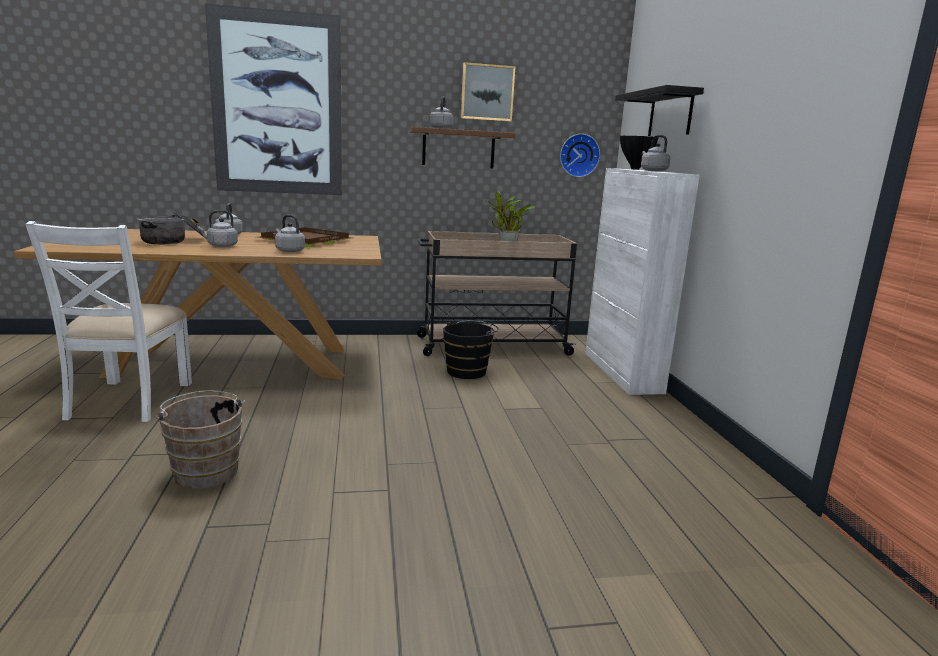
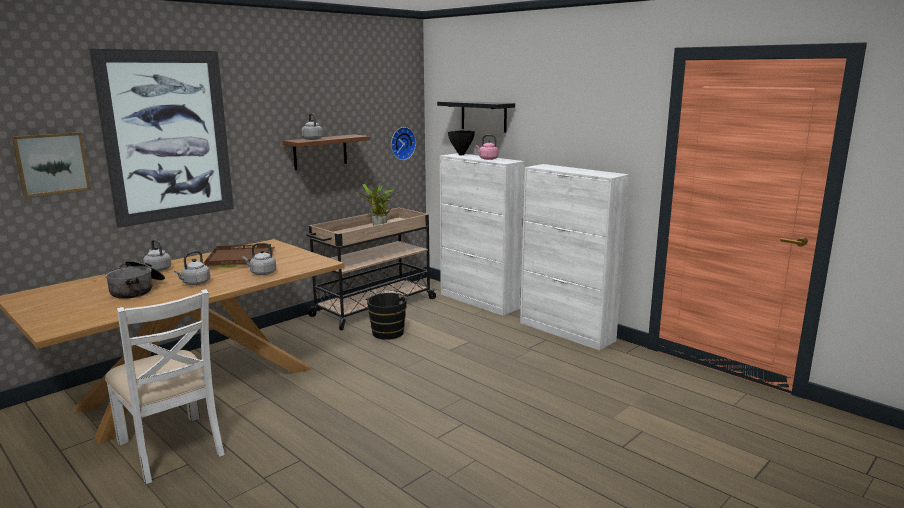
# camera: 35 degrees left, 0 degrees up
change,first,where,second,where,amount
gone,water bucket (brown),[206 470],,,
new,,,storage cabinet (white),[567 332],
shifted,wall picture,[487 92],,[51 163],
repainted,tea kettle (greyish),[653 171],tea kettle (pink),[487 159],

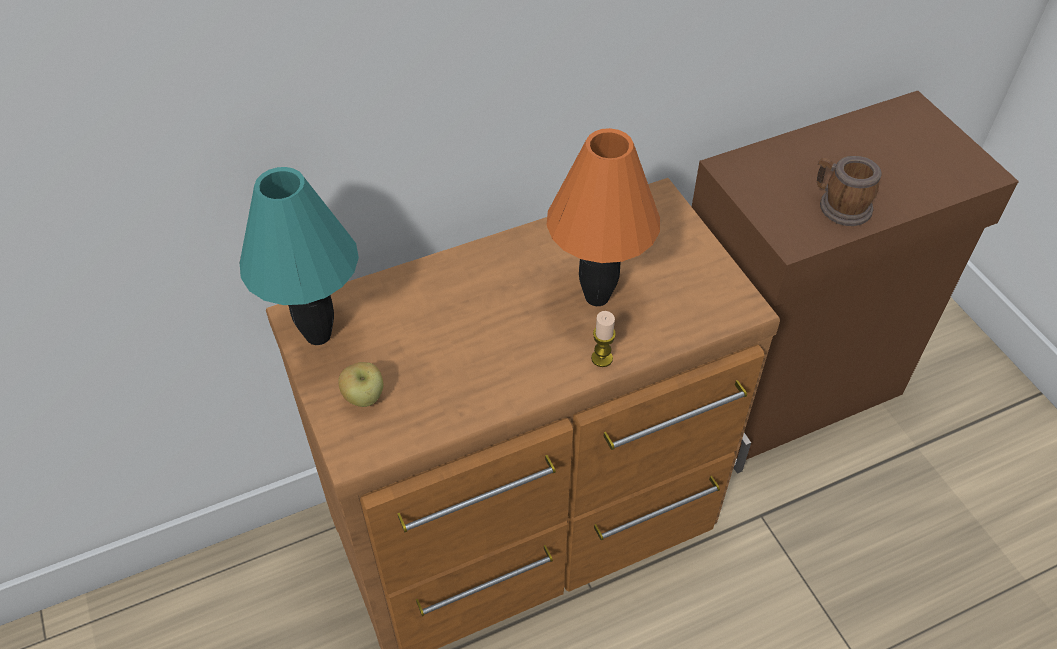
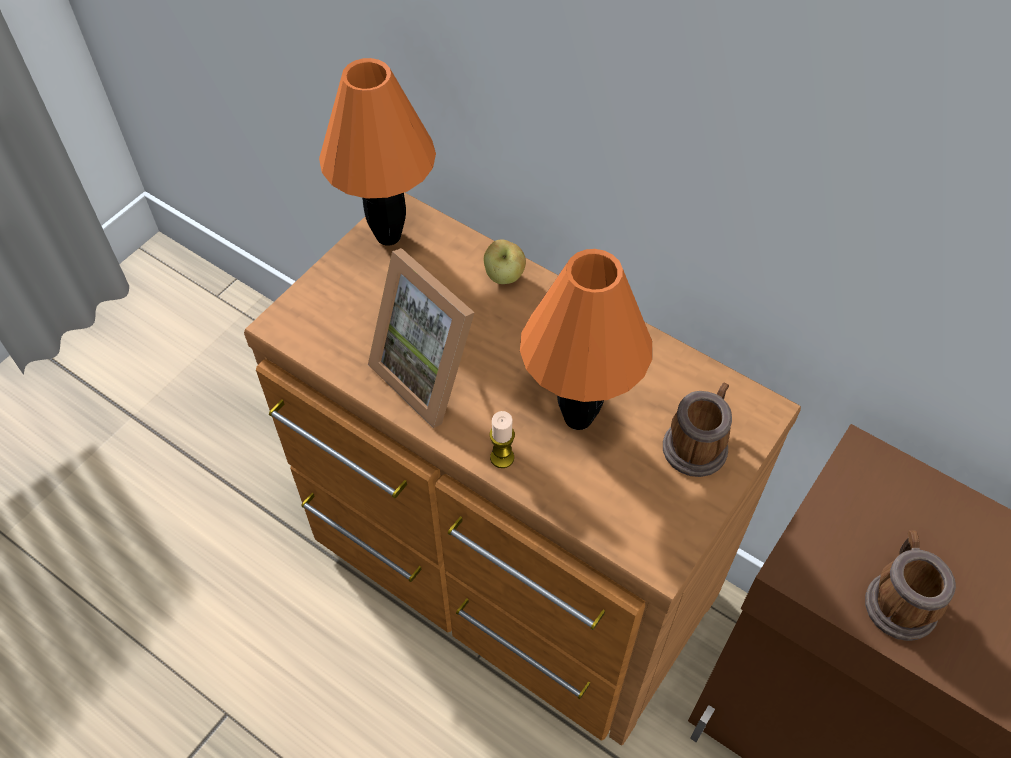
# camera: 60 degrees right, 5 degrees up
change,first,where,second,where,amount
new,,,standing frame,[433 373],
new,,,coffee mug,[698 443],
shifted,apple fruit,[364 398],,[504 277],
repainted,lamp for a table (turquoise-coloured),[317 336],lamp for a table (orange-coloured),[387 236],

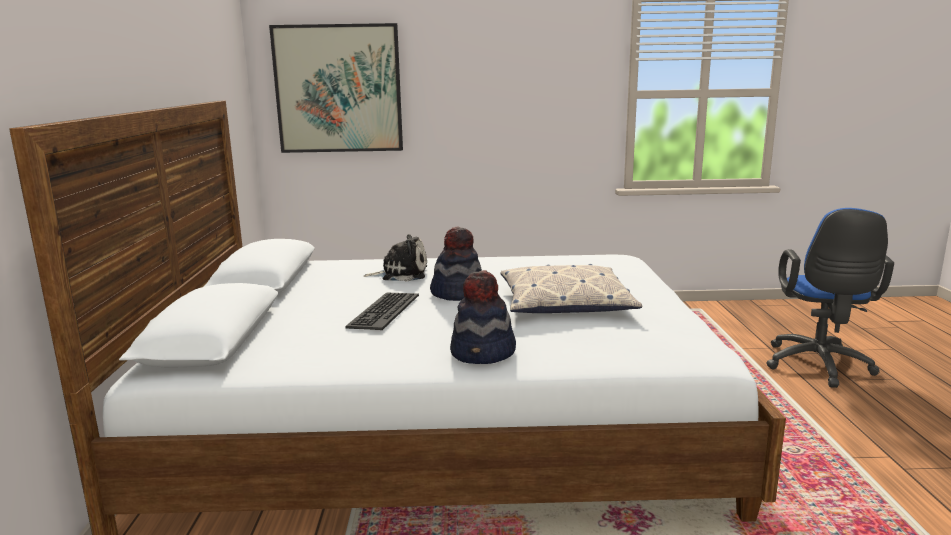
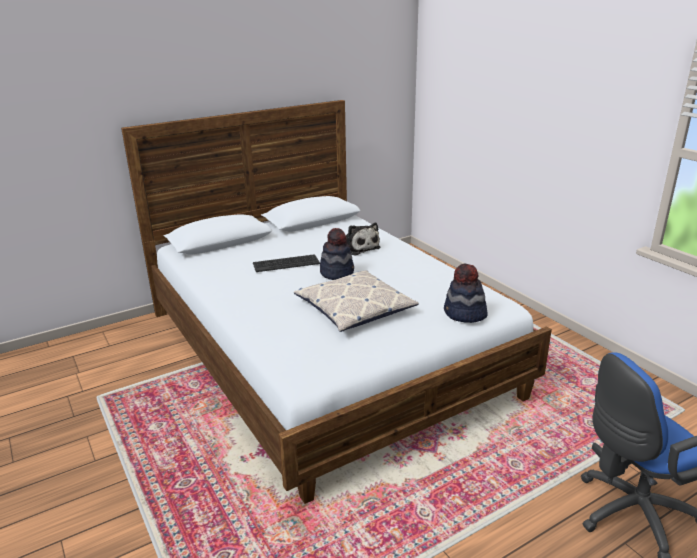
# camera: 60 degrees right, 10 degrees up
change,first,where,second,where,amount
gone,wall picture,[338 89],,,
shifted,hat,[483 353],,[464 314],

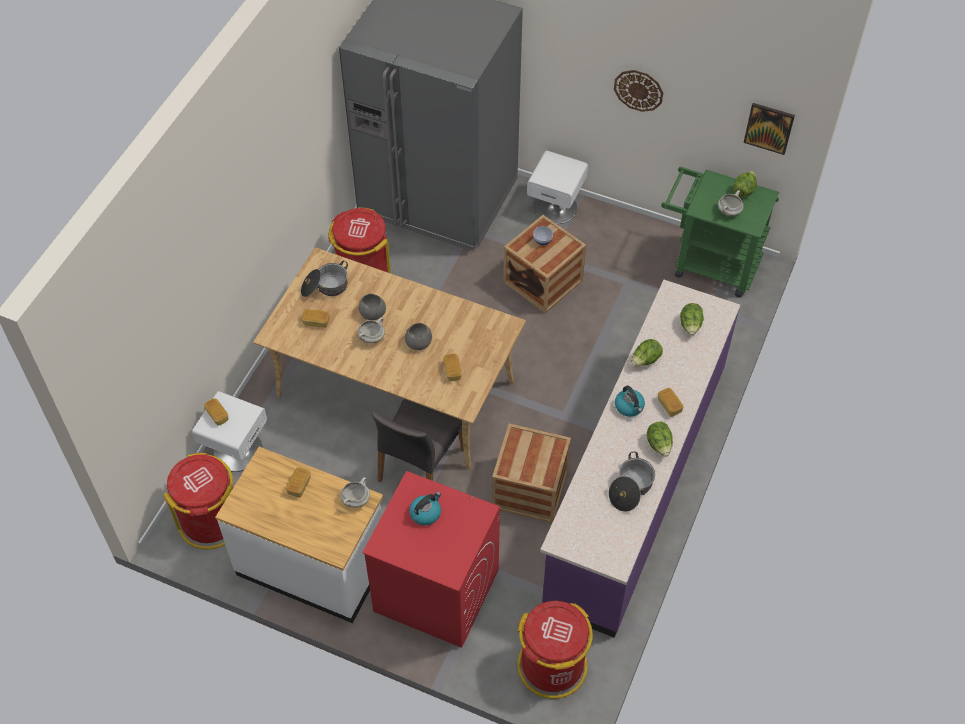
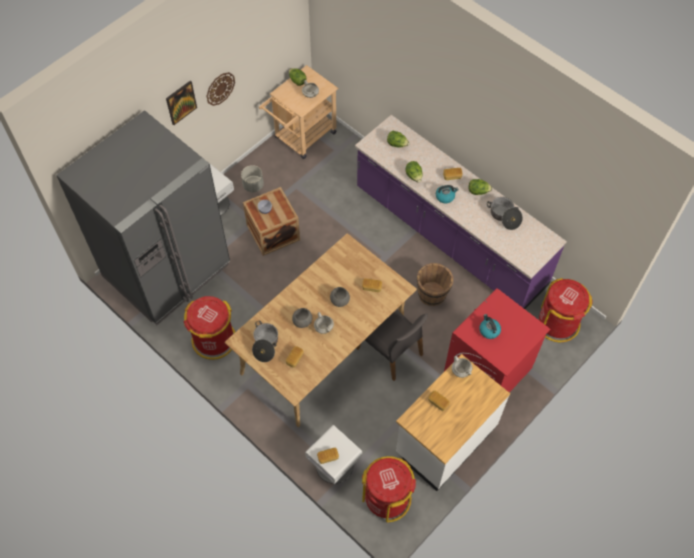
# camera: 70 degrees left, 5 degrees up
change,first,where,second,where,amount
new,,,plant pot (greyish),[253 185],
shifted,wall picture,[769 128],,[181 102],
swapped,crate,[530 489],water bucket (brown),[432 294],
repainted,trolley (green),[709 263],trolley (sand-coloured),[301 138],

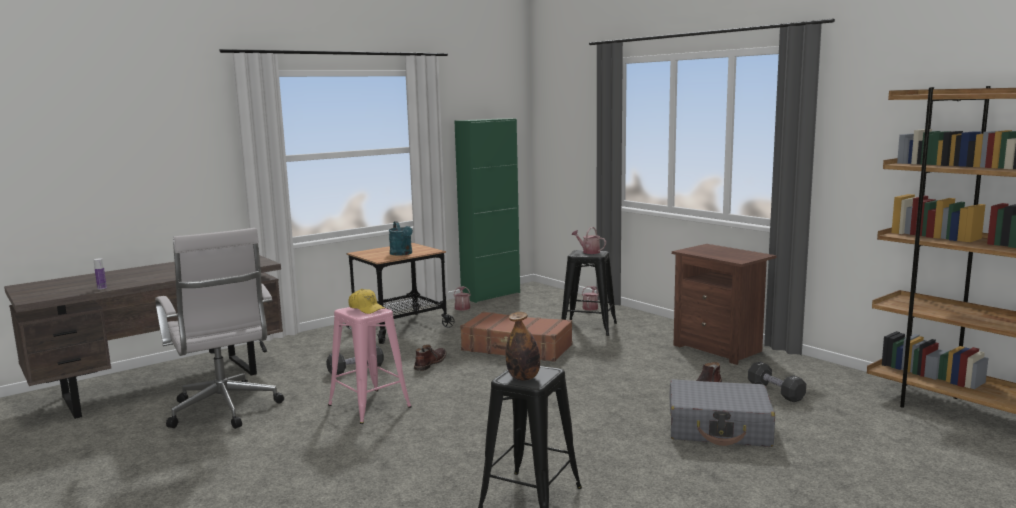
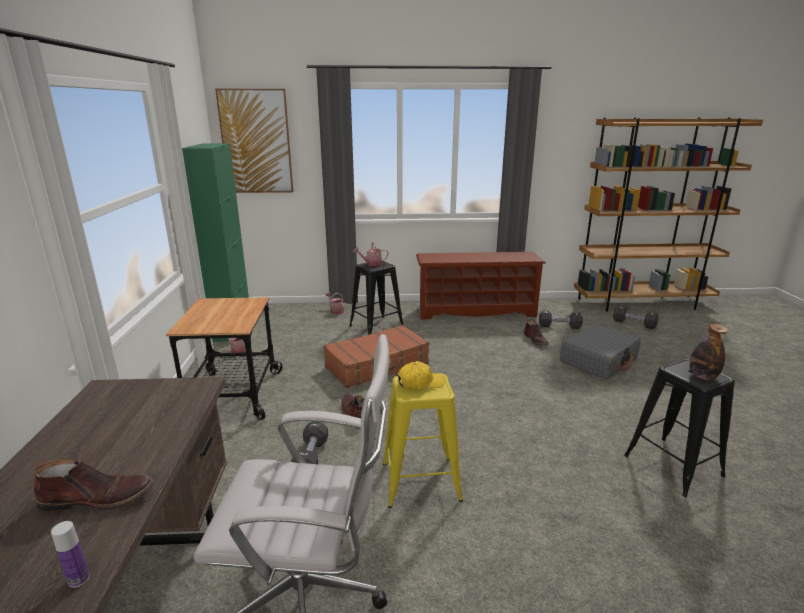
# camera: 55 degrees left, 10 degrees up
change,first,where,second,where,amount
gone,watering can (turquoise-coloured),[402 254],,,
new,,,high-top boot (brown),[99 498],
new,,,wall picture,[256 142],
new,,,dumbbell (black-coloured),[634 324],
swapped,night table (brown),[720 349],shoe shelf (brown),[476 311],
repainted,sitting stool (pink),[369 406],sitting stool (yellow),[420 481],

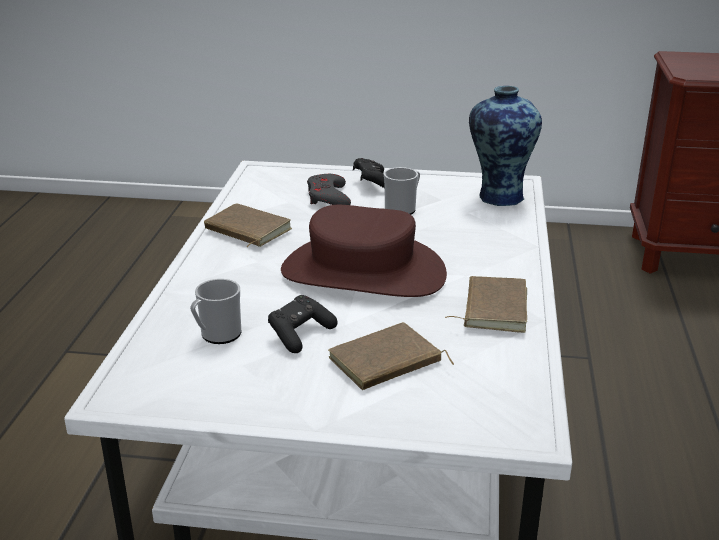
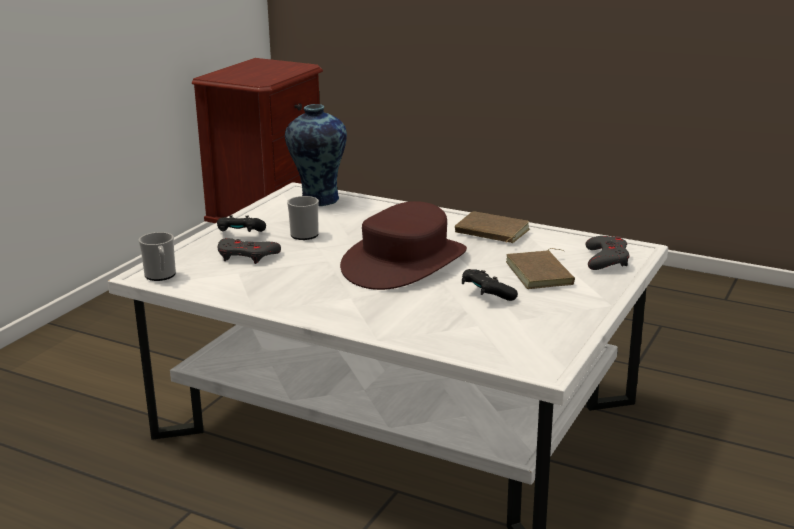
# camera: 70 degrees left, 5 degrees down
change,first,where,second,where,amount
gone,book (brown),[246 230],,,
new,,,gamepad (greyish),[606 259],
shifted,coffee mug,[217 335],,[161 276],

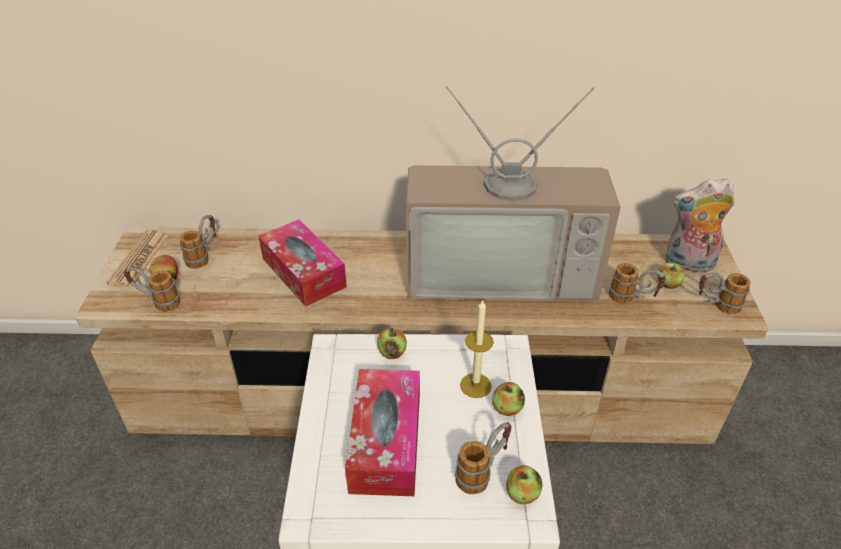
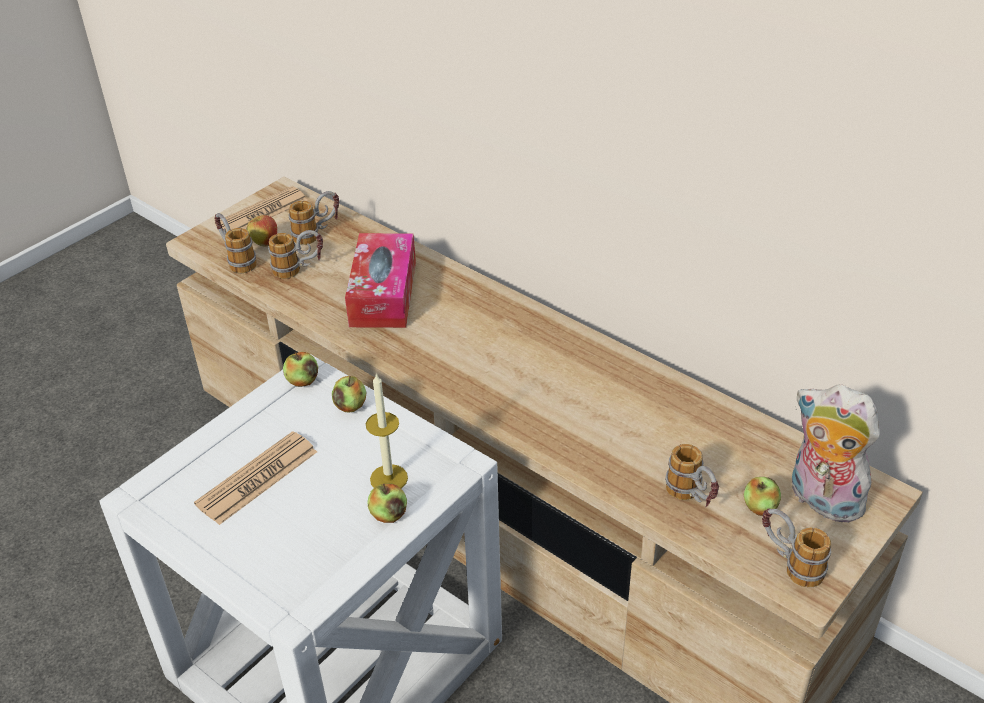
# camera: 40 degrees right, 0 degrees up
change,first,where,second,where,amount
gone,TV,[501 270],,,
shifted,coffee mug,[483 471],,[299 270],
shifted,apple fruit,[522 494],,[302 380],
swapped,box of tissues,[386 442],newspaper,[257 478],

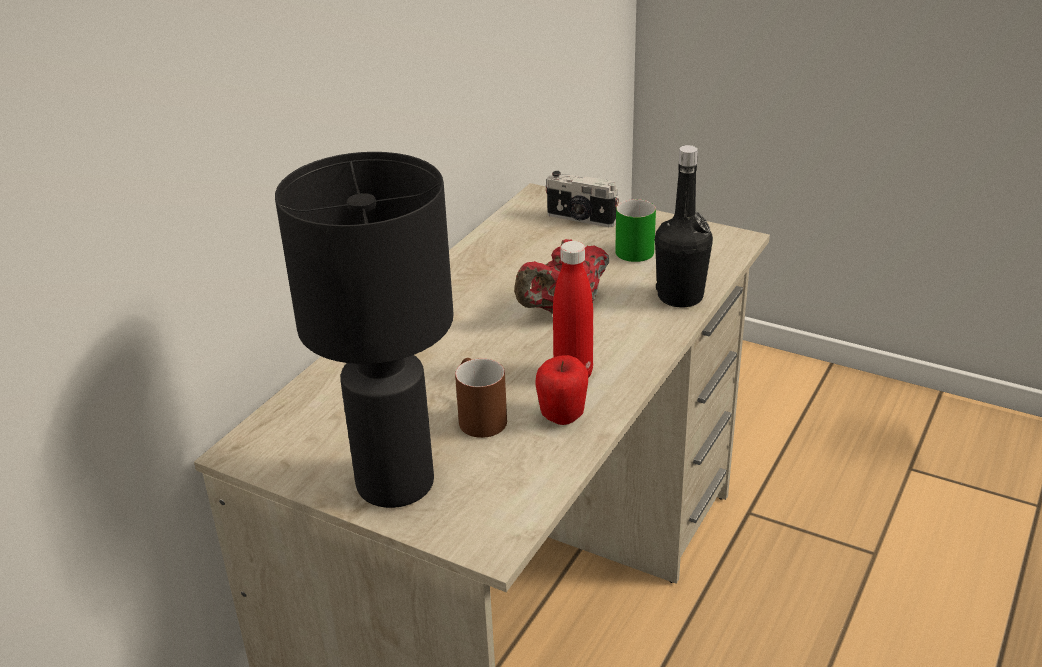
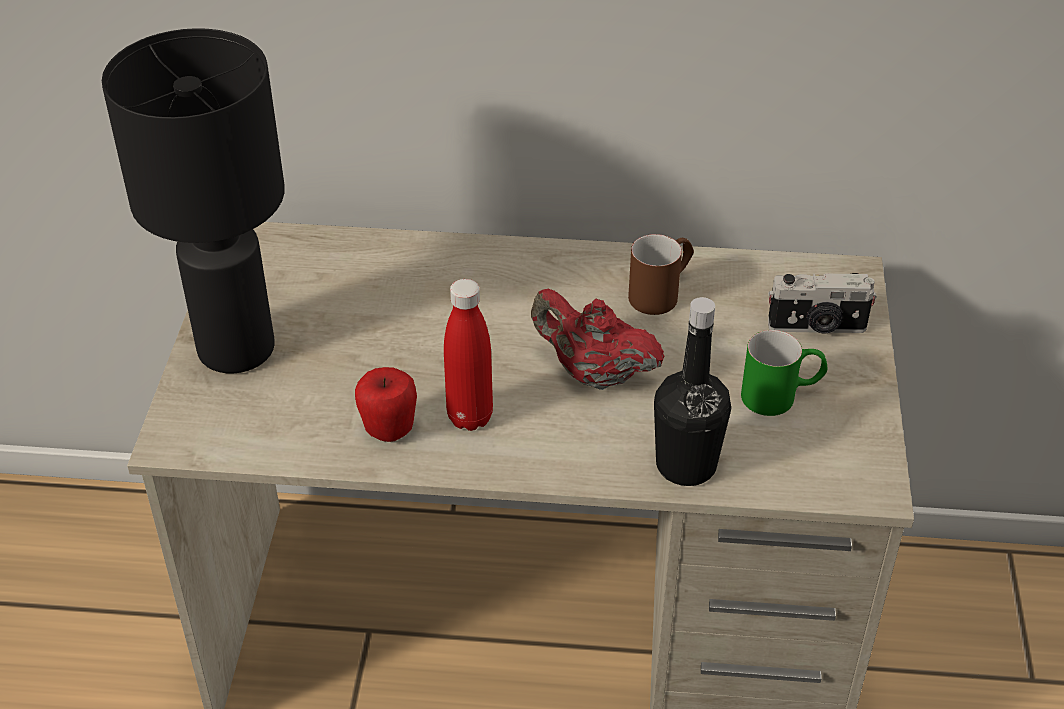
# camera: 65 degrees right, 10 degrees up
change,first,where,second,where,amount
shifted,coffee mug (brown),[478 415],,[661 292],
rotated,photo camera,[580 219],,[817 327],90 degrees counterclockwise

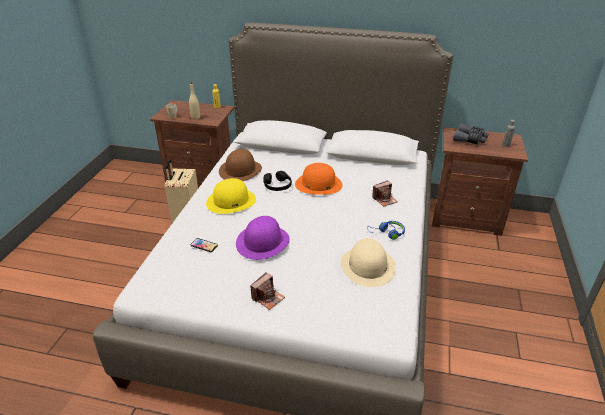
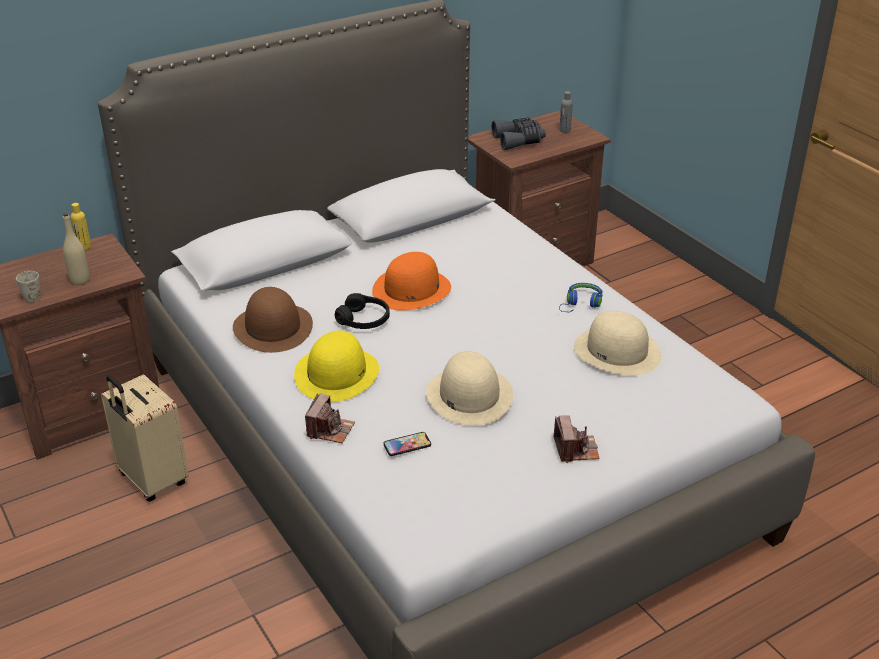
# camera: 45 degrees left, 0 degrees up
change,first,where,second,where,amount
shifted,photo camera,[384 199],,[330 430],
repainted,hat (purple-coloured),[262 241],hat (sand-coloured),[469 395],

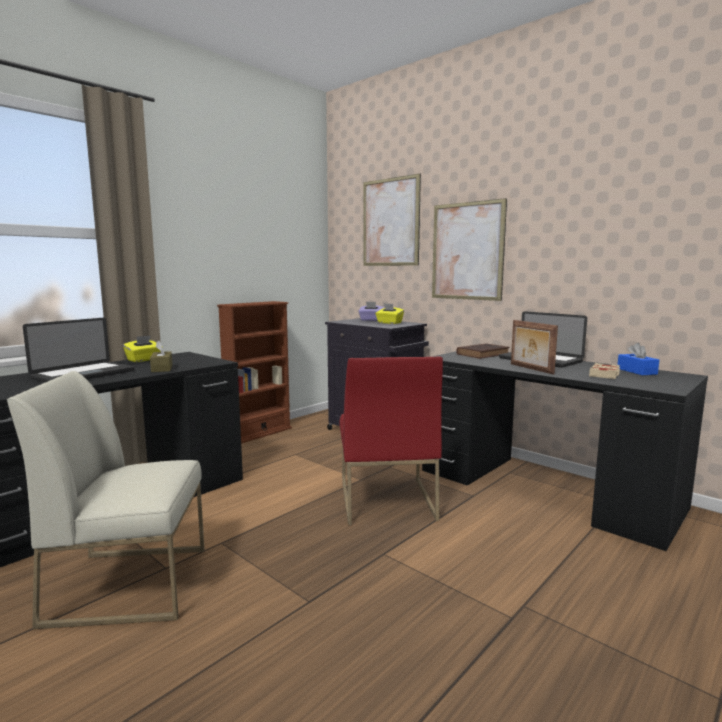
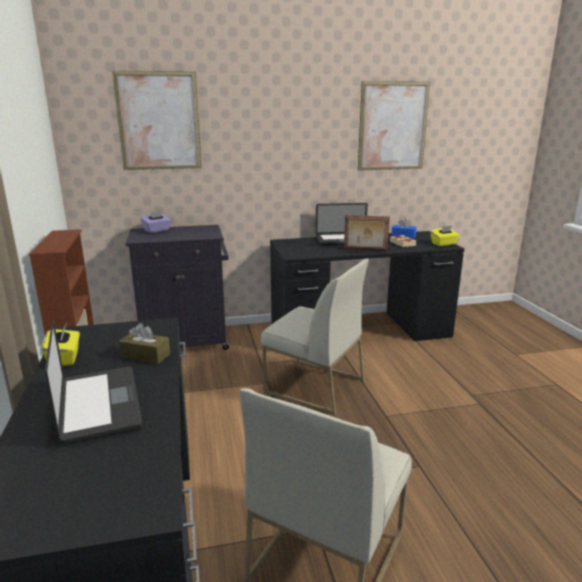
# camera: 55 degrees left, 10 degrees up
change,first,where,second,where,amount
gone,book (brown),[483 354],,,
shifted,box of tissues (yellow),[389 323],,[443 244],
shifted,wall picture,[467 251],,[393 126],
repainted,chair (red-coloured),[385 500],chair (white),[313 386],

